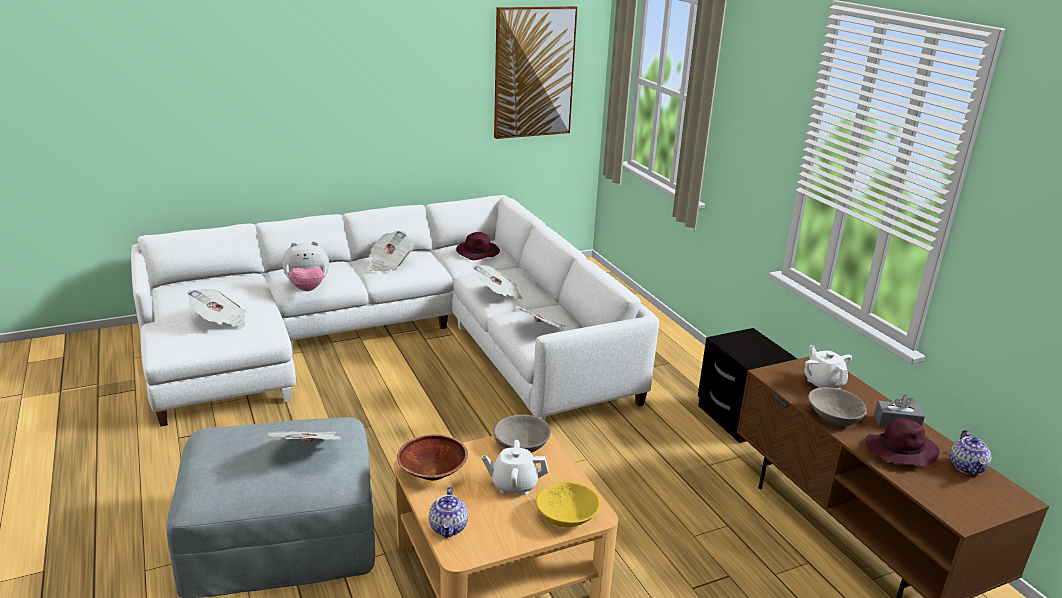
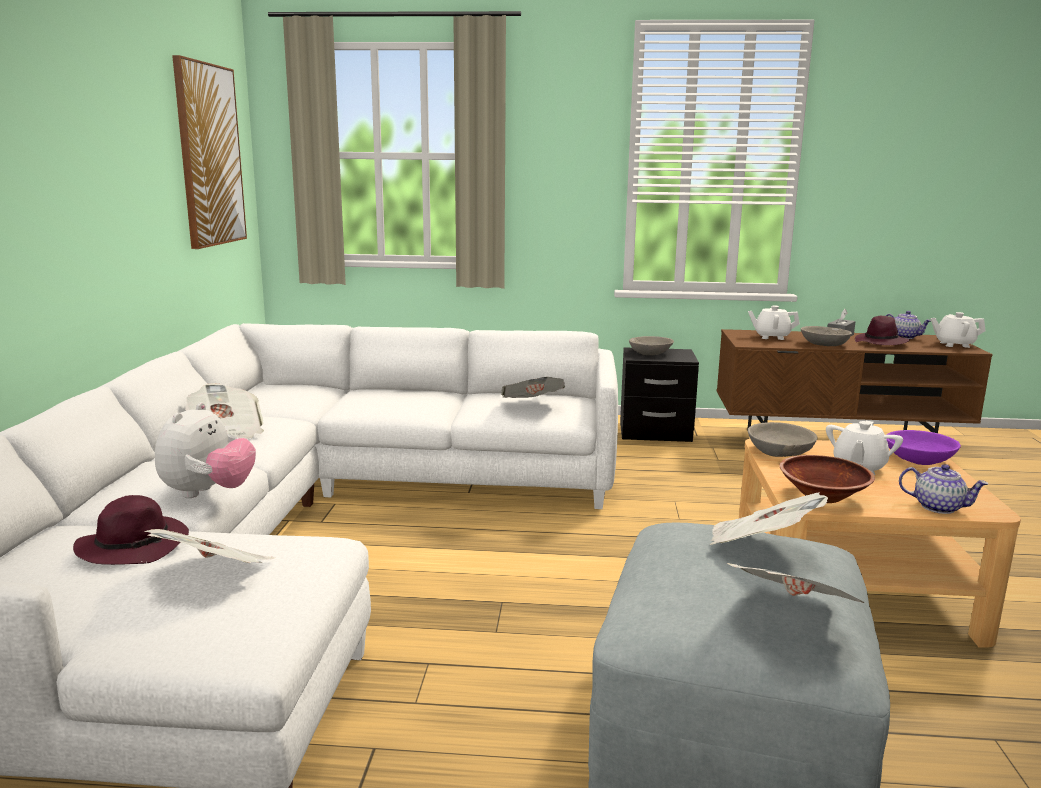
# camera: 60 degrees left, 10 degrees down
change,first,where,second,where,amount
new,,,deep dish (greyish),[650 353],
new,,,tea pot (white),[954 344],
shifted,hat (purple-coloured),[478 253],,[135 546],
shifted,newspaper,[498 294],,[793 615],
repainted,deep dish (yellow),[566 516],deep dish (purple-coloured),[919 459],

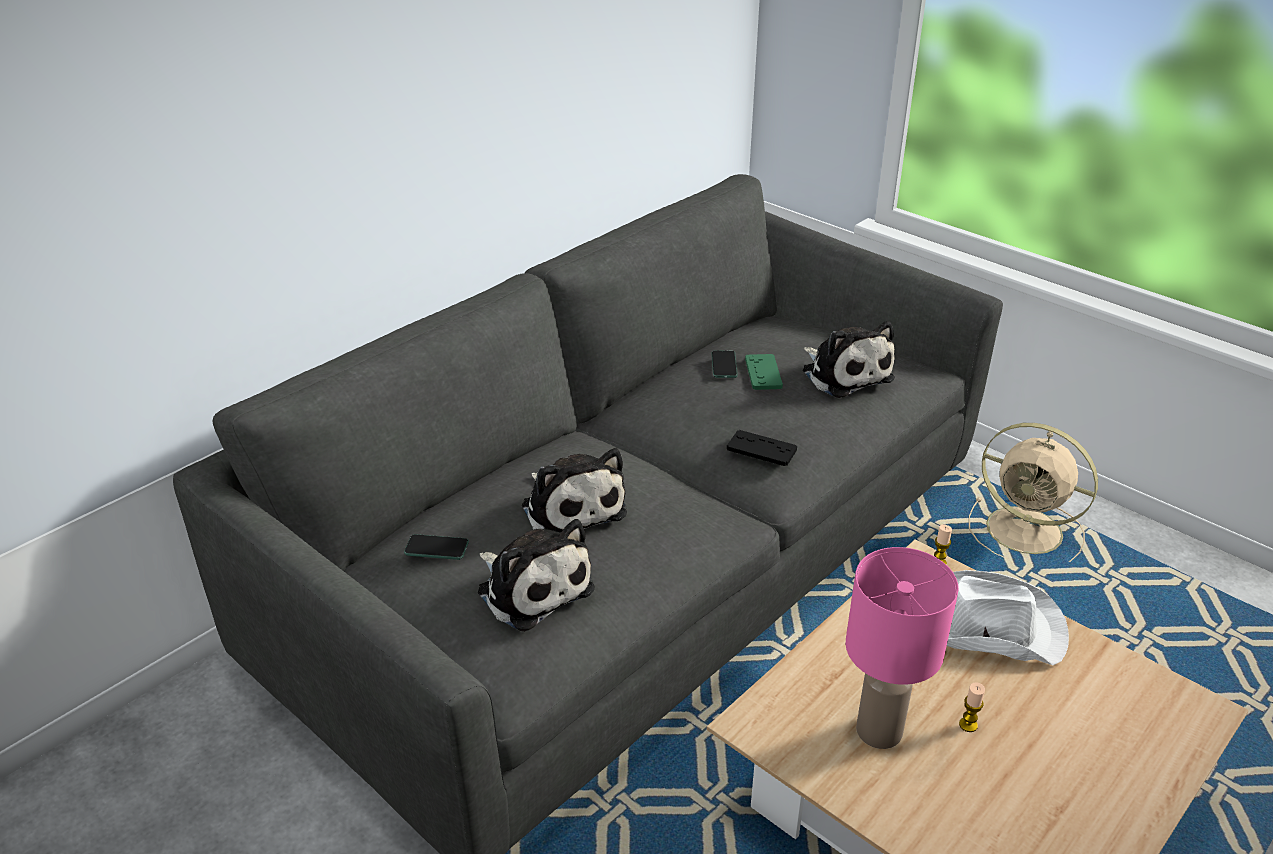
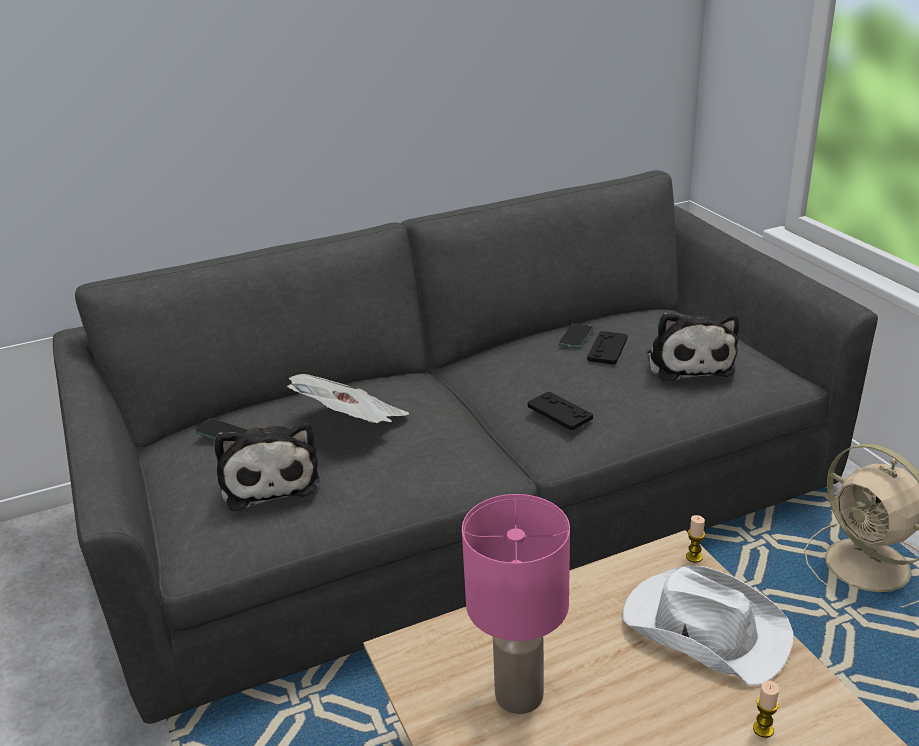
# camera: 25 degrees right, 5 degrees down
change,first,where,second,where,amount
shifted,wax candle,[968 725],,[763 729],
swapped,cuddly toy,[571 507],newspaper,[352 424],
repainted,gamepad (green),[763 373],gamepad (black-coloured),[607 349],

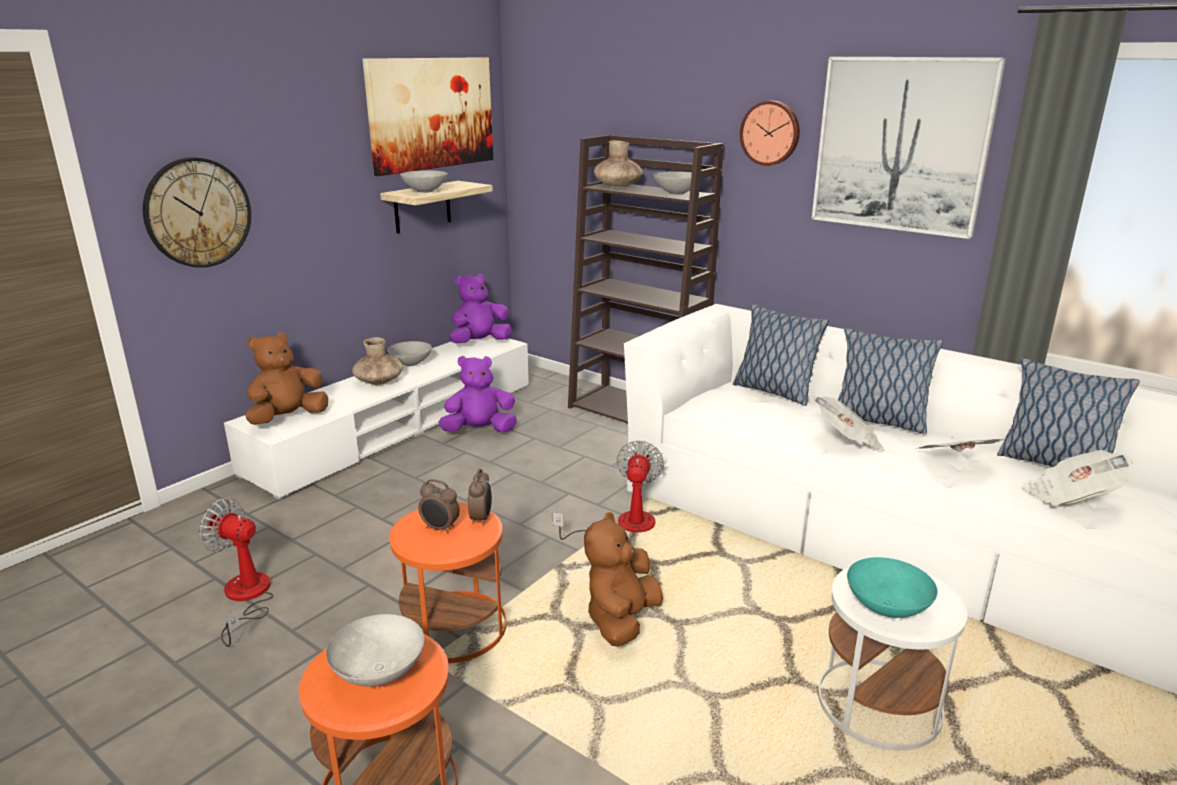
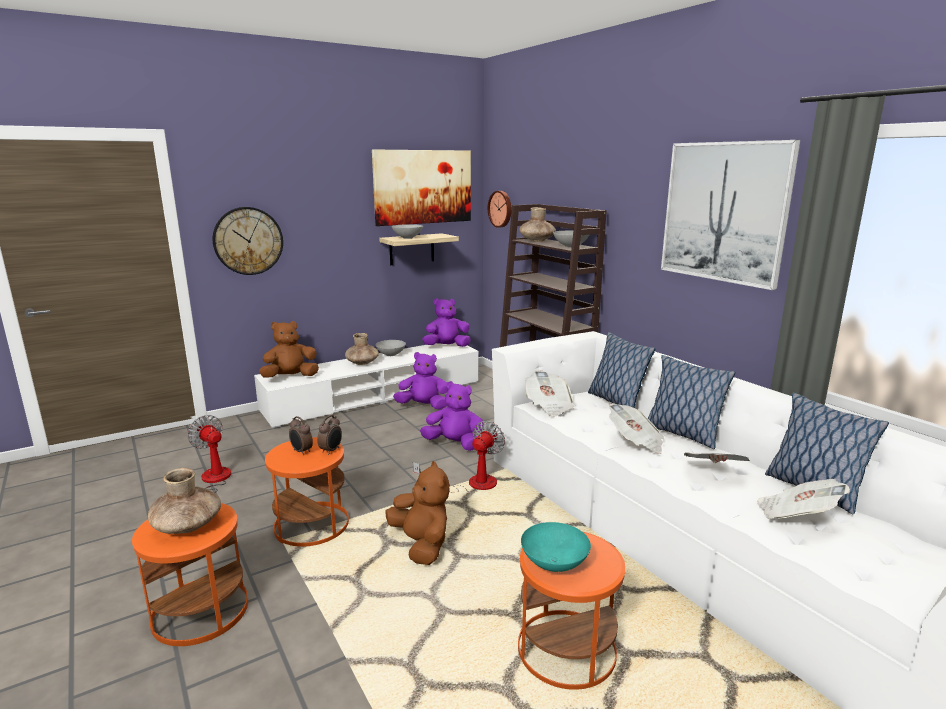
# camera: 20 degrees right, 5 degrees down
change,first,where,second,where,amount
new,,,cuddly toy (purple-coloured),[454 444],
new,,,newspaper,[548 406],
shifted,hanging clock,[770 133],,[501 209],
swapped,deep dish (greyish),[378 672],decorative vase (brown),[188 525],
repainted,end table (white),[877 705],end table (orange-coloured),[565 649],
rotated,cuddly toy (brown),[621 620],,[421 545],105 degrees clockwise

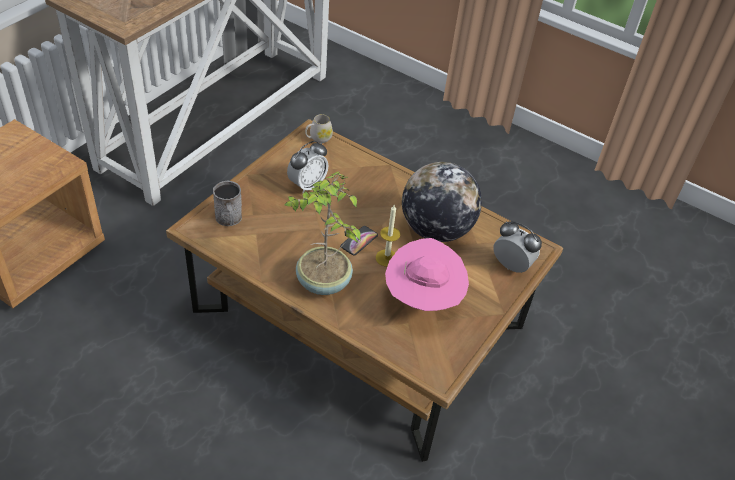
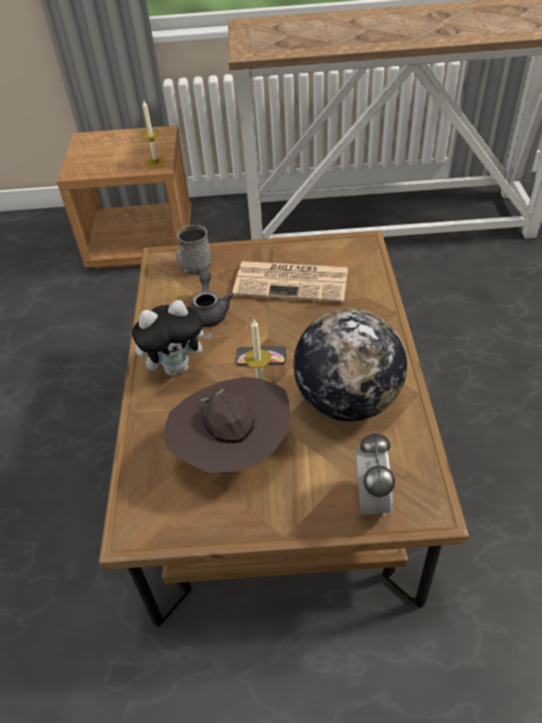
# camera: 60 degrees right, 0 degrees up
change,first,where,second,where,amount
gone,coffee mug (white),[318 138],,,
new,,,wax candle,[156 163],
new,,,tea pot (greyish),[209 311],
swapped,houseplant,[322 283],cuddly toy,[177 367],
swapped,table clock,[307 185],newspaper,[293 282],
repainted,hat (pink),[423 299],hat (brown),[233 451],

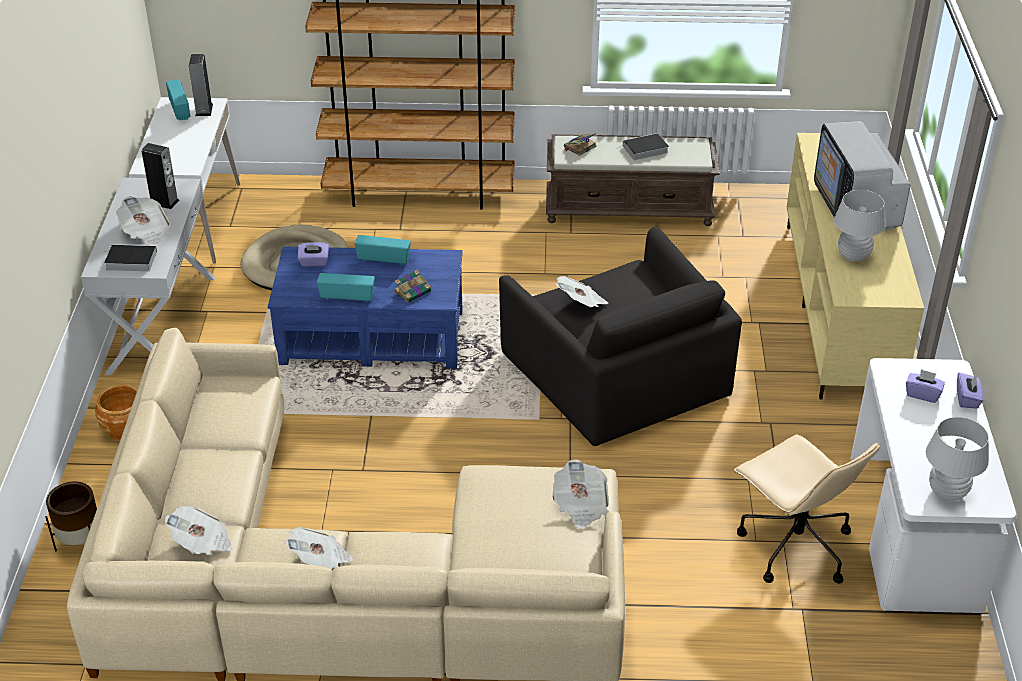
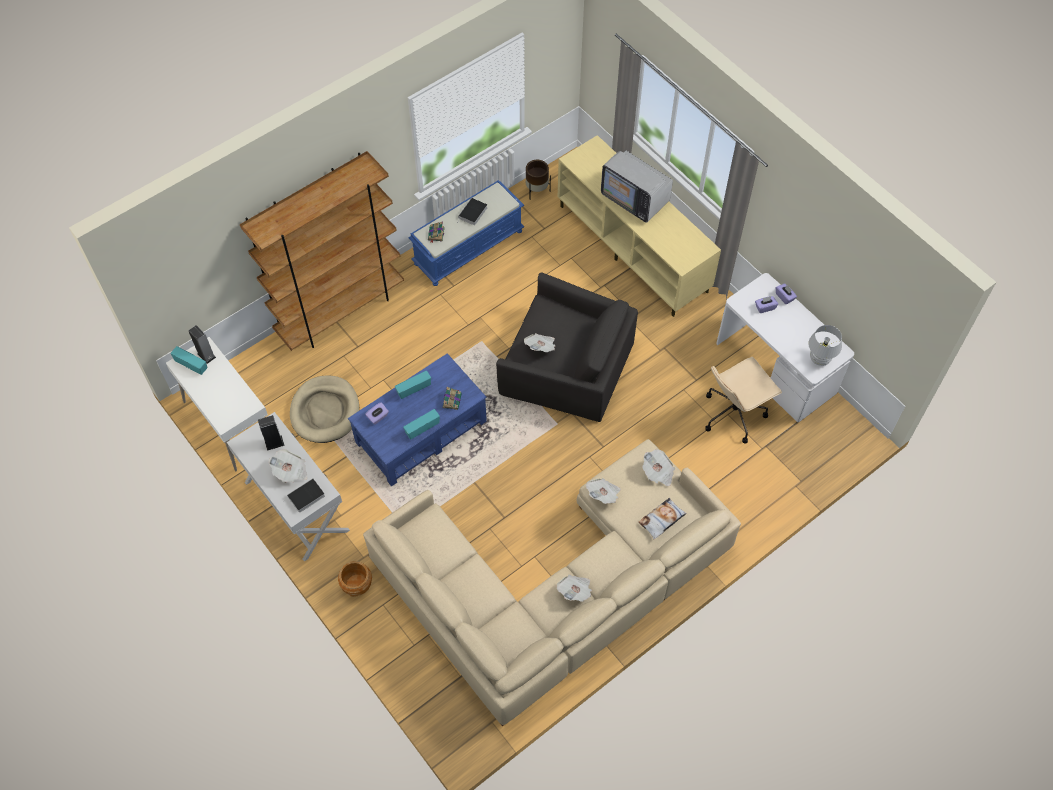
# camera: 40 degrees left, 20 degrees up
change,first,where,second,where,amount
gone,lamp for a table (white),[853 256],,,
new,,,throw pillow,[662 520],
shifted,plant pot (brown),[82 545],,[537 191],
shifted,newspaper,[202 543],,[603 494],
repainted,bench (brown),[629 209],bench (blue-coloured),[468 247],
rotated,office chair (sand-coloured),[793 546],,[734 414],135 degrees clockwise

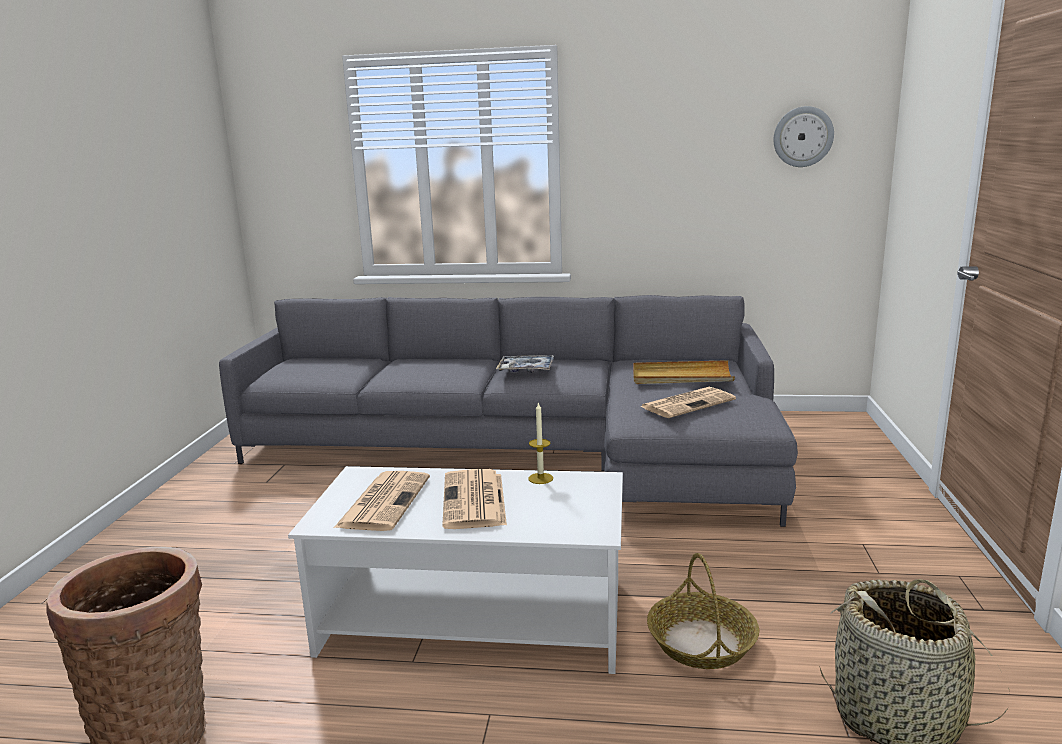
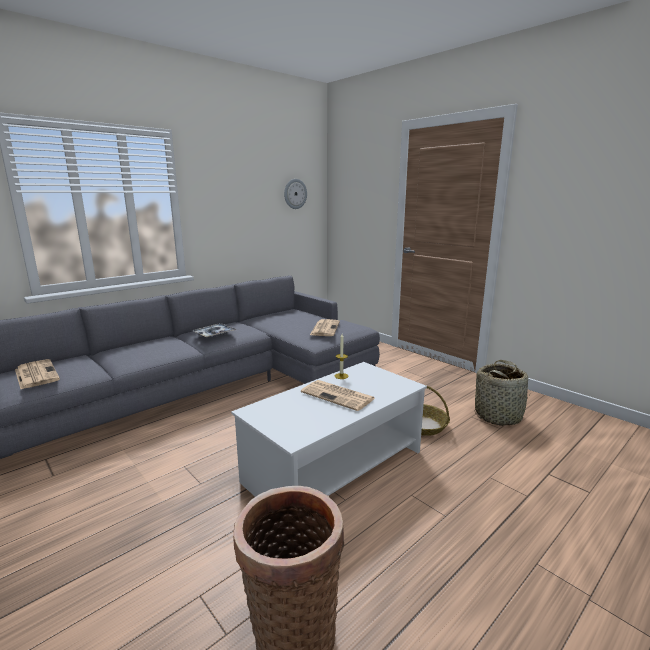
# camera: 50 degrees left, 0 degrees up
change,first,where,second,where,amount
gone,serving tray (sand-coloured),[681 377],,,
shifted,newspaper,[384 501],,[36 374],

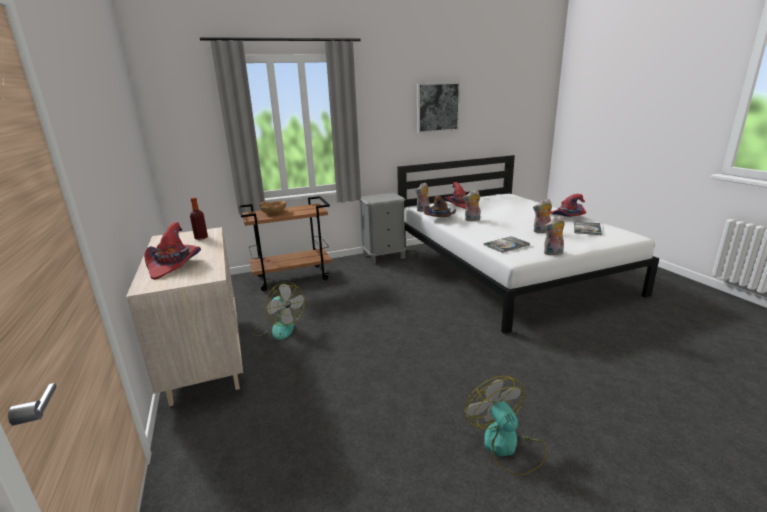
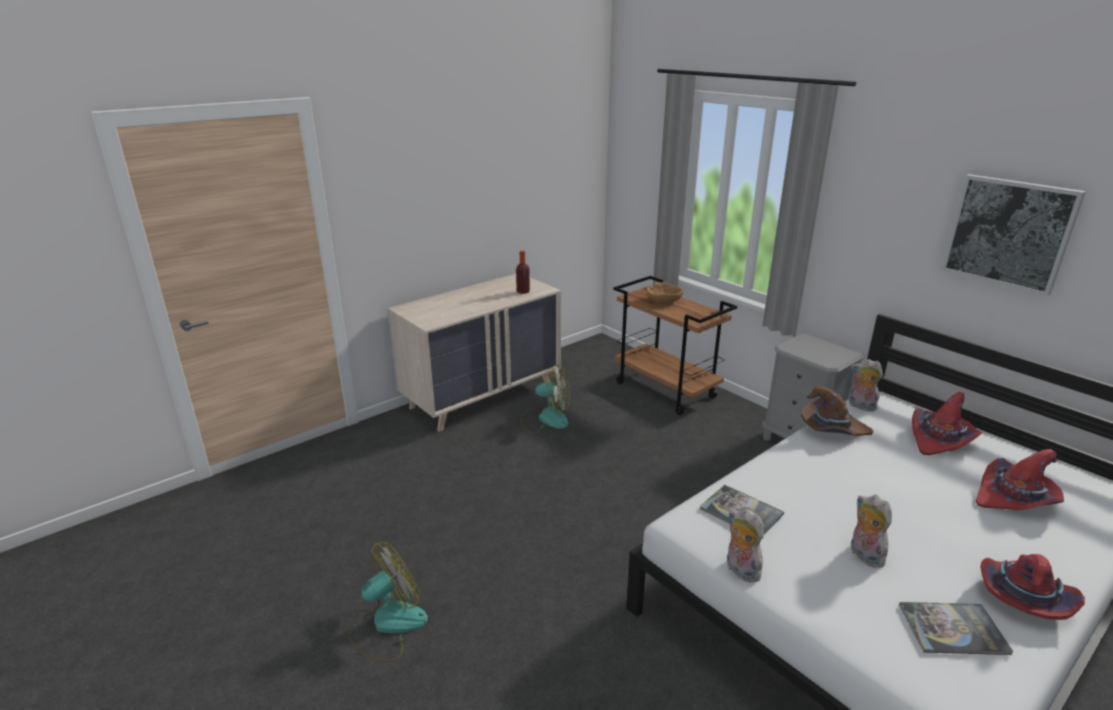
# camera: 70 degrees right, 5 degrees up
change,first,where,second,where,amount
gone,cuddly toy,[472 220],,,
shifted,hat (red-coloured),[174 265],,[1015 498],
rotated,cooling fan,[279 328],,[545 419],105 degrees counterclockwise

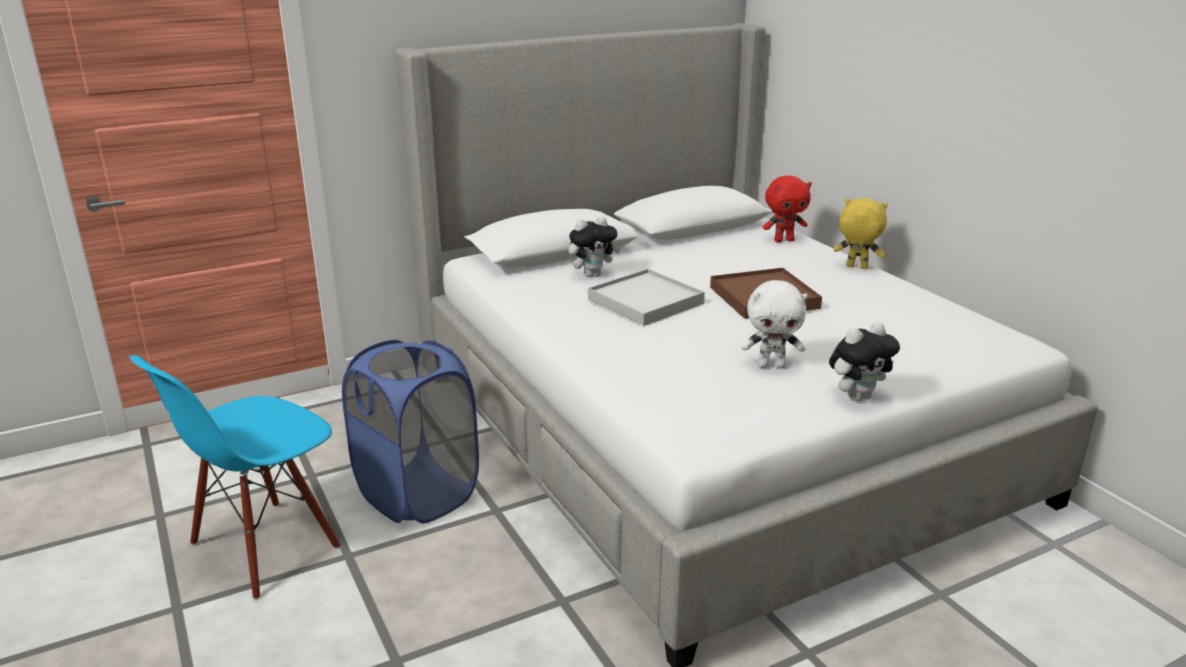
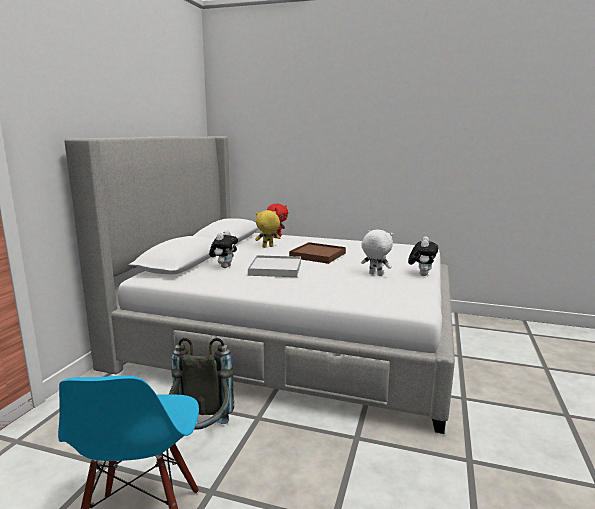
# camera: 45 degrees left, 10 degrees down
change,first,where,second,where,amount
shifted,cuddly toy (yellow),[856 267],,[267 247],
swapped,laundry basket (blue-coloured),[418 494],knapsack (greyish),[200 434],
rotated,cuddly toy (white),[771 366],,[375 274],105 degrees counterclockwise

